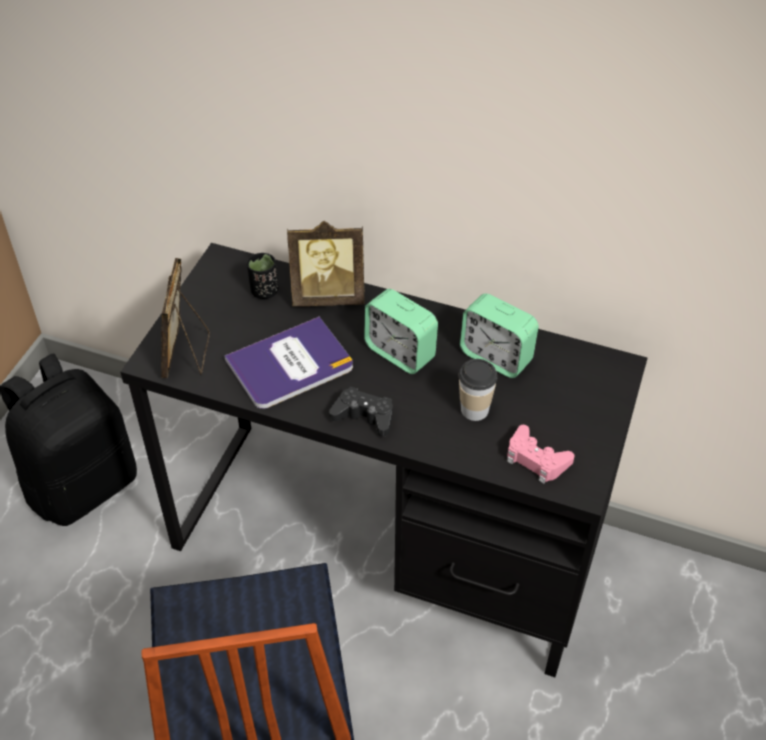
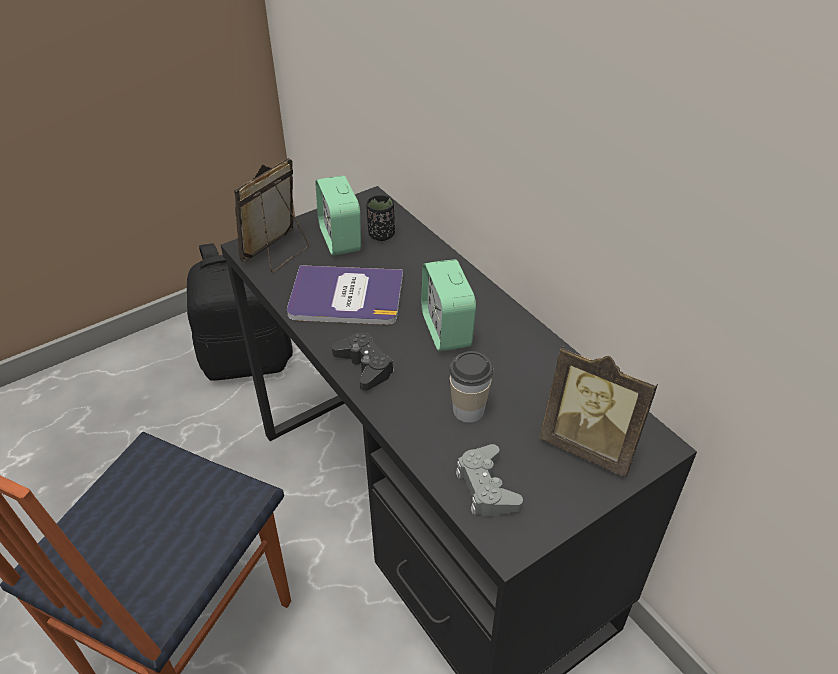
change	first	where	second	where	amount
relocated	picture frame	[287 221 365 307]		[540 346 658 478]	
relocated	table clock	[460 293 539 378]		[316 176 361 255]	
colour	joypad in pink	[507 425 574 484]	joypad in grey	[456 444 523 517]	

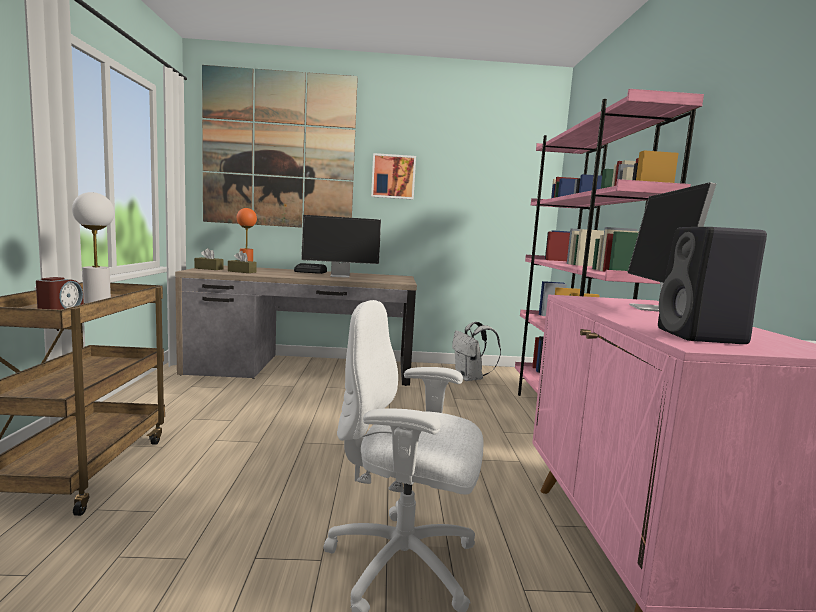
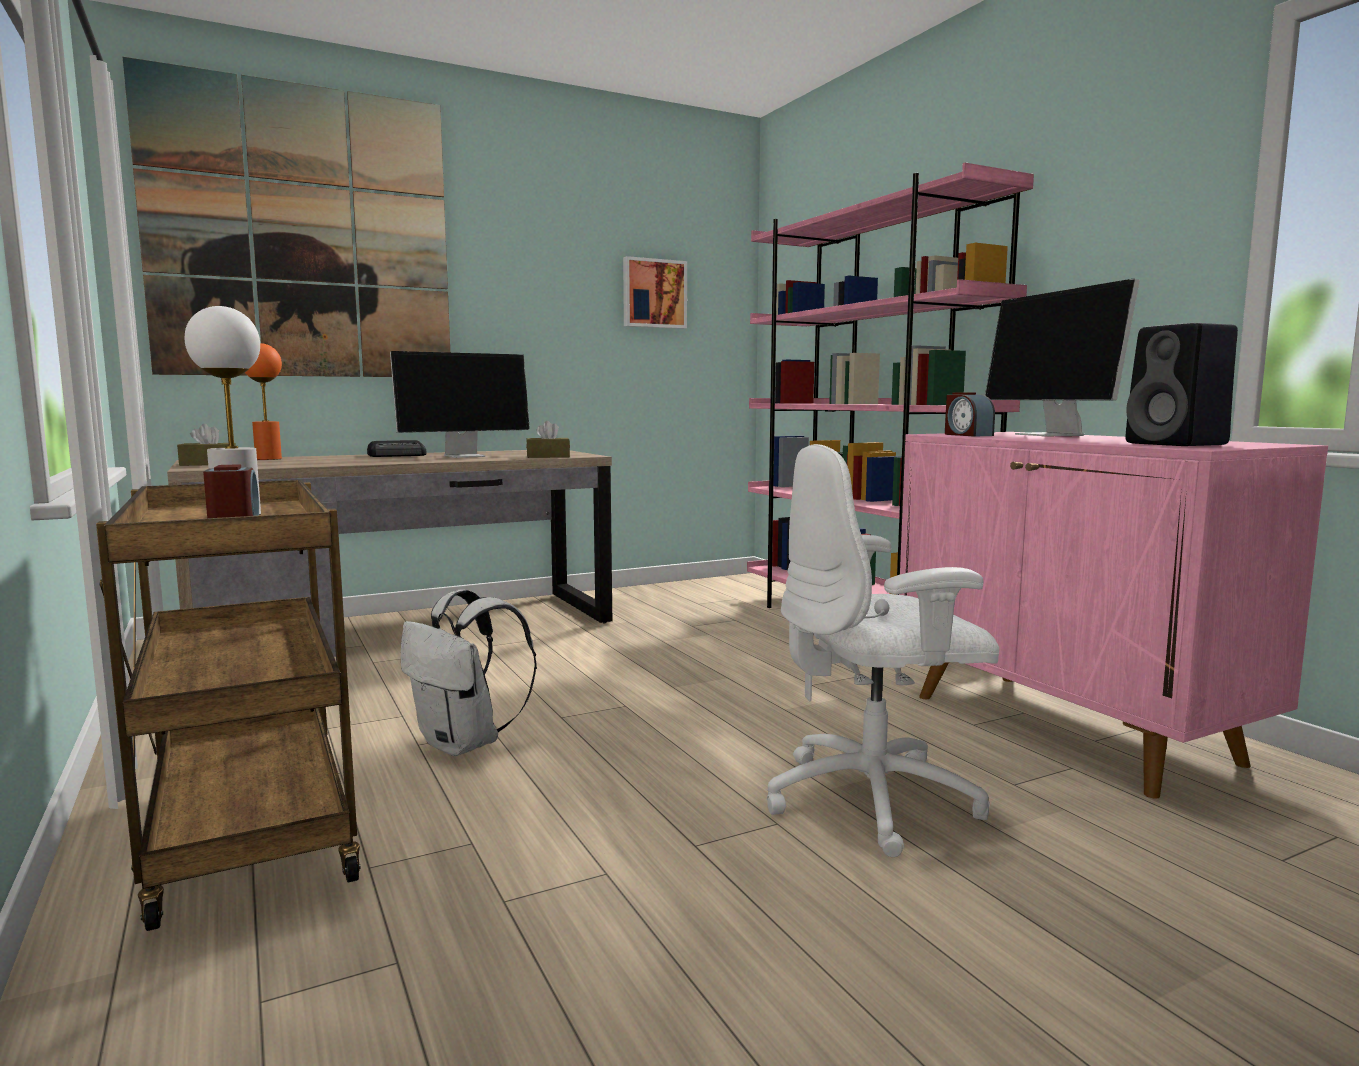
change	first	where	second	where	amount
relocated	box of tissues in brown	[228 251 257 273]		[526 421 570 458]	
relocated	picture	[371 153 416 200]		[623 256 687 329]	
relocated	rucksack in white-coloured	[452 322 501 381]		[401 589 537 756]	
appeared			table clock	[945 392 995 436]	

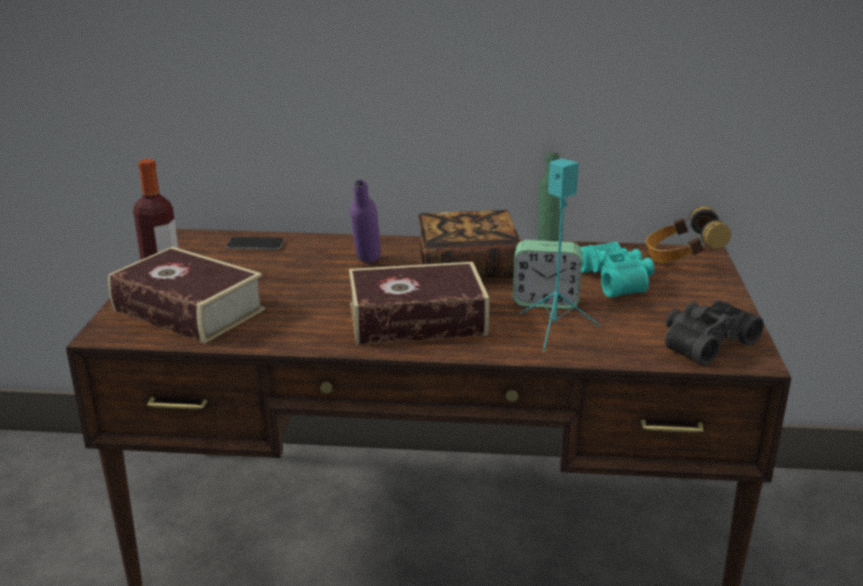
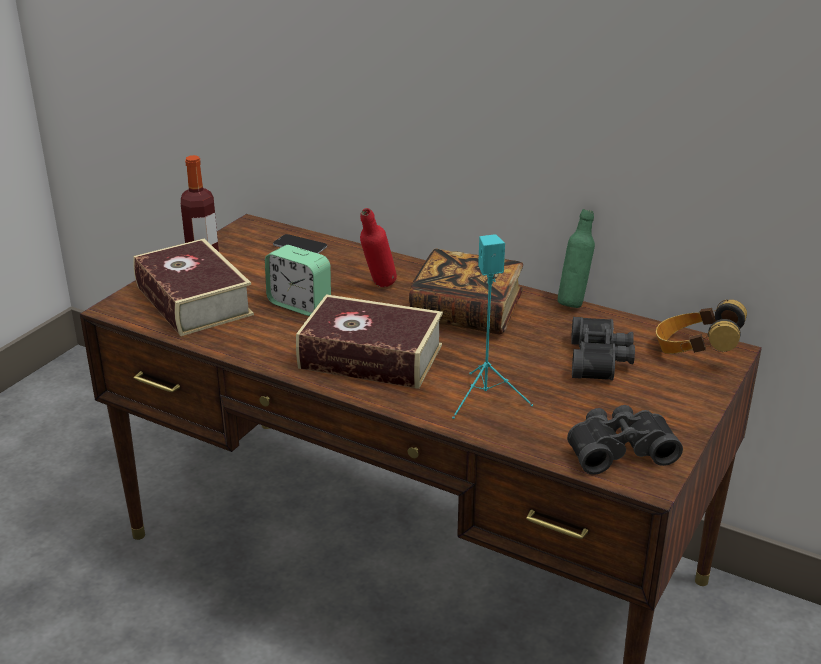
change	first	where	second	where	amount
colour	drink bottle in purplish	[350 180 381 263]	drink bottle in red-coloured	[360 208 397 287]	
relocated	table clock	[513 240 582 309]		[265 245 331 316]	
colour	pair of binoculars in turquoise	[580 242 654 298]	pair of binoculars in black	[571 317 635 381]	

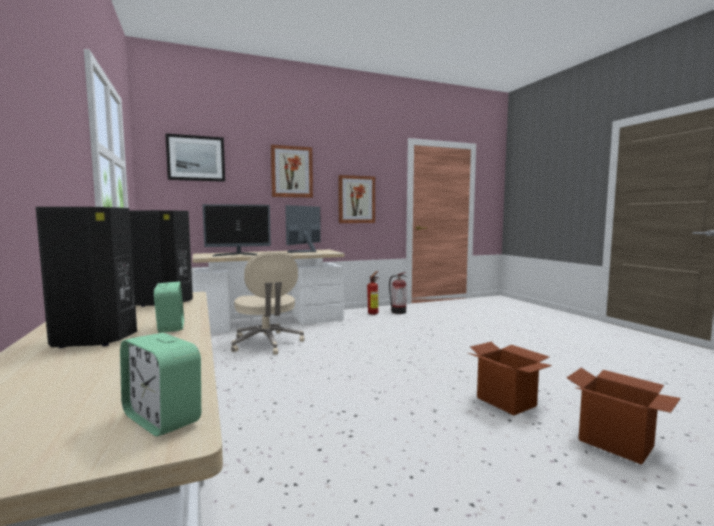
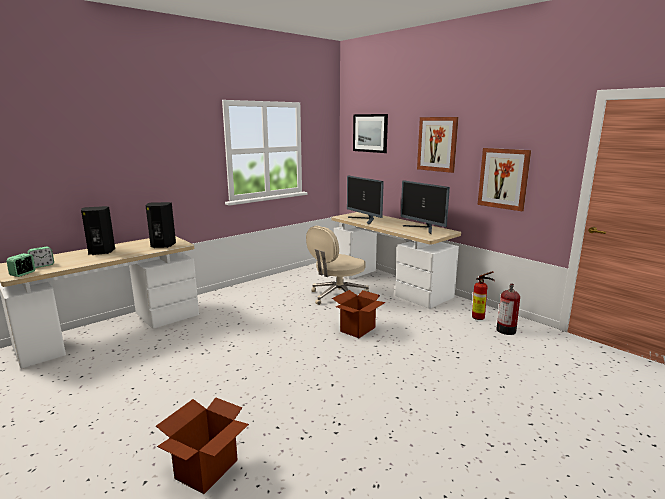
change	first	where	second	where	amount
relocated	table clock	[154 281 184 333]		[28 246 54 268]	
spun	computer screen	[285 205 321 253]		[401 180 450 234]	135 degrees counterclockwise
relocated	carton	[468 342 552 416]		[332 290 386 338]	

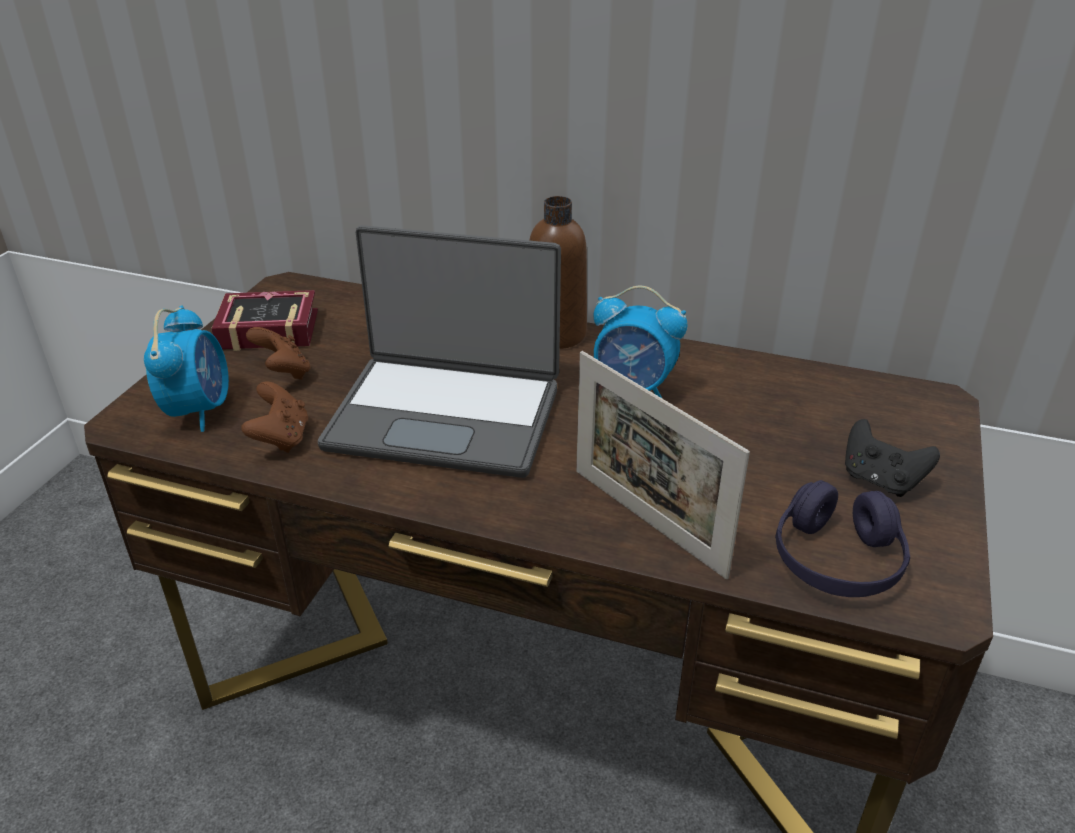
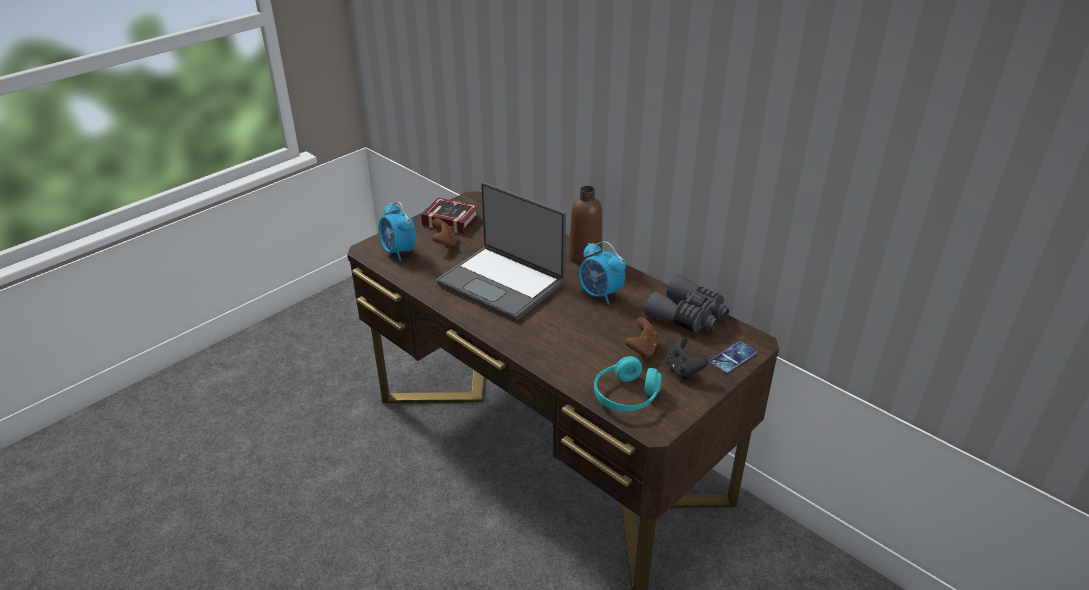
change	first	where	second	where	amount
spun	table clock	[144 306 229 432]		[379 202 416 261]	120 degrees clockwise
relocated	joypad in brown	[241 382 308 453]		[625 317 659 359]	
missing	picture frame	[576 351 750 579]			
colour	headphones in purplish	[775 480 910 597]	headphones in turquoise	[594 356 662 411]	
appeared			pair of binoculars in grey	[645 274 729 333]	
appeared			phone	[710 341 757 373]	

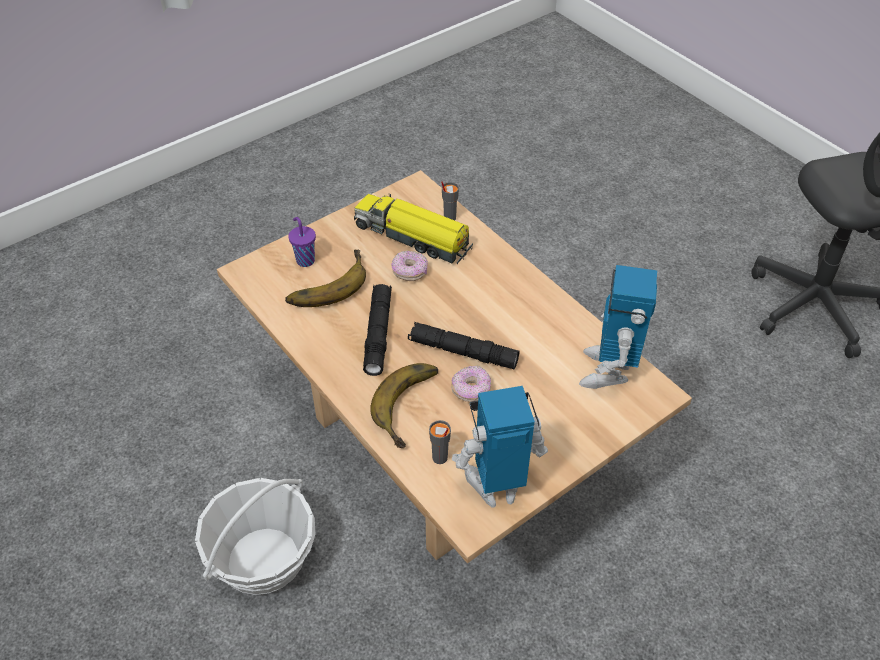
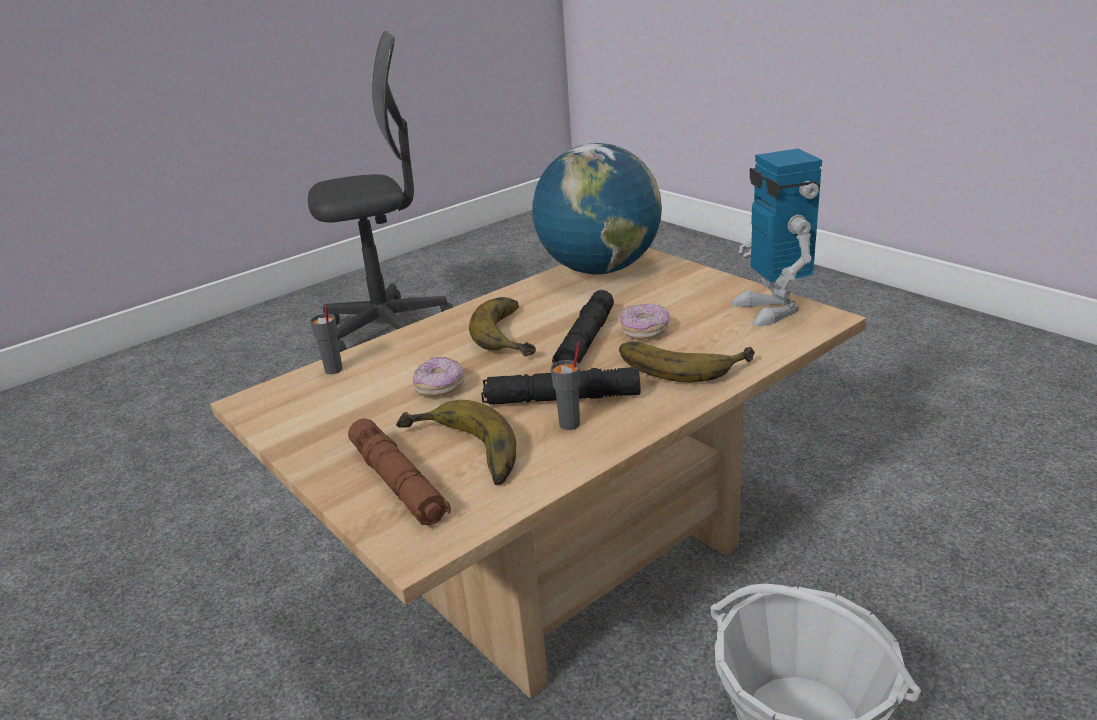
change	first	where	second	where	amount
exchanged	drinking cup in purplish	[288 217 316 267]	flashlight in brown	[348 418 451 526]	
missing	toy truck	[354 193 473 264]			
relocated	drinking cup in grey	[429 420 451 464]		[551 341 580 430]	
exchanged	model robot	[579 265 657 389]	world globe	[532 143 662 274]	
appeared			whole banana	[469 297 536 356]	

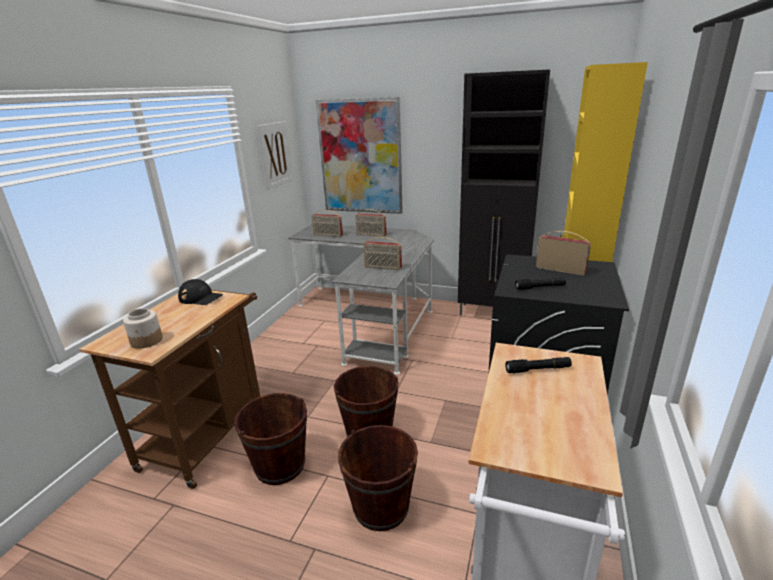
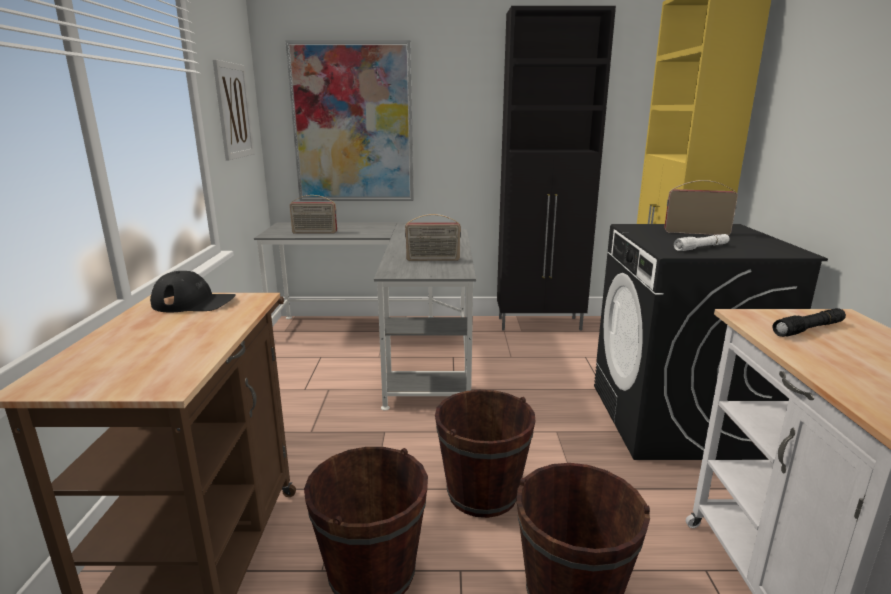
change	first	where	second	where	amount
missing	jar	[123 308 163 349]			
missing	radio receiver	[355 209 387 237]			
colour	flashlight in black	[515 278 566 290]	flashlight in white-coloured	[674 234 729 251]	

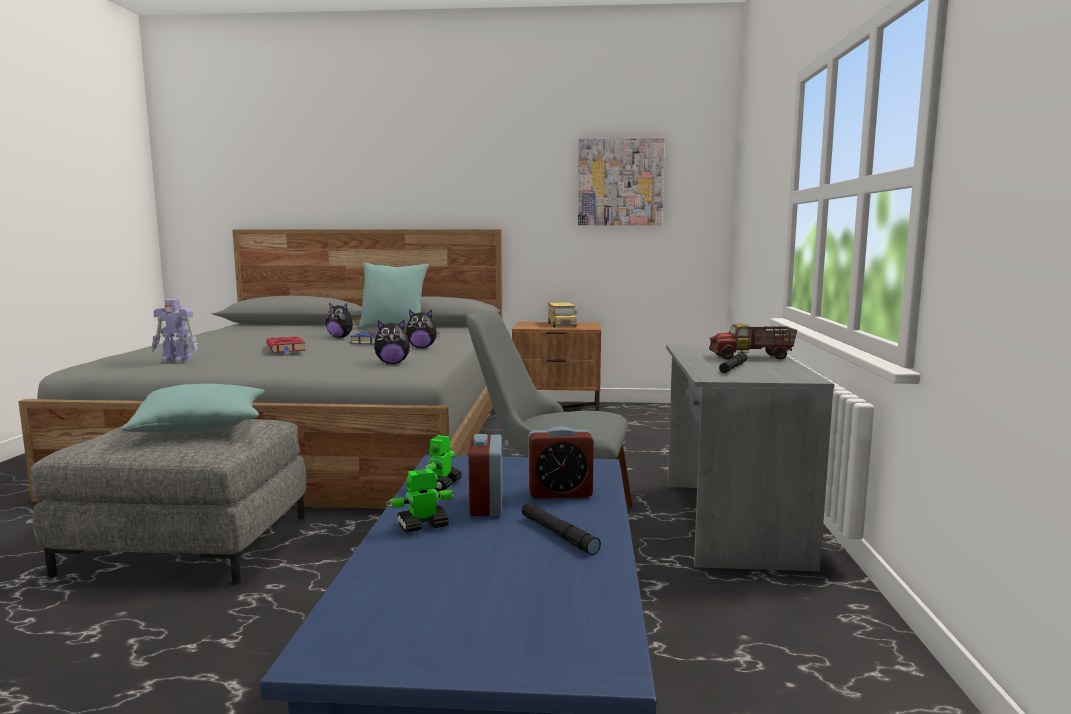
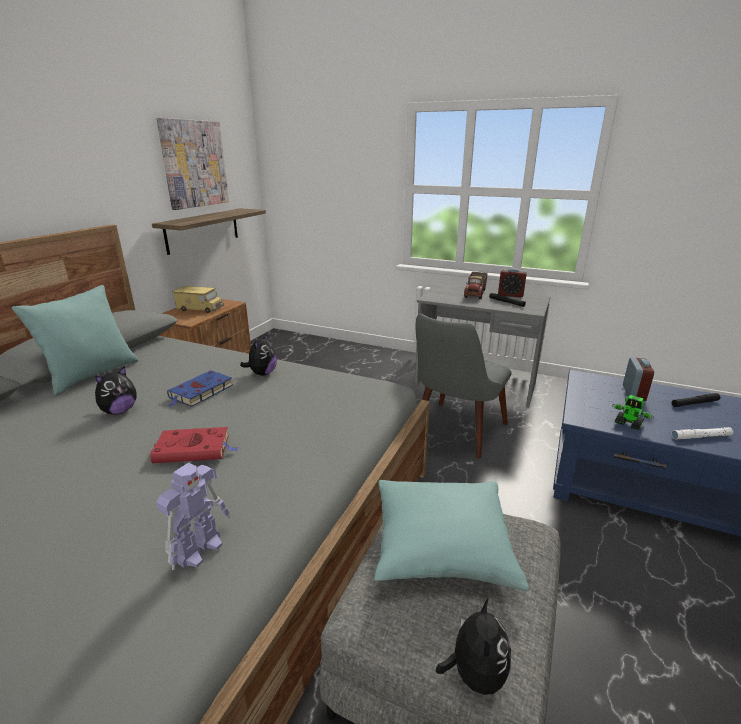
change	first	where	second	where	amount
relocated	soft toy	[374 320 413 364]		[436 599 511 695]	
exchanged	model robot	[386 468 456 533]	flashlight in white-coloured	[672 427 733 440]	
relocated	table clock	[468 434 502 516]		[498 268 527 297]	
appeared			shelf	[152 208 266 255]	

